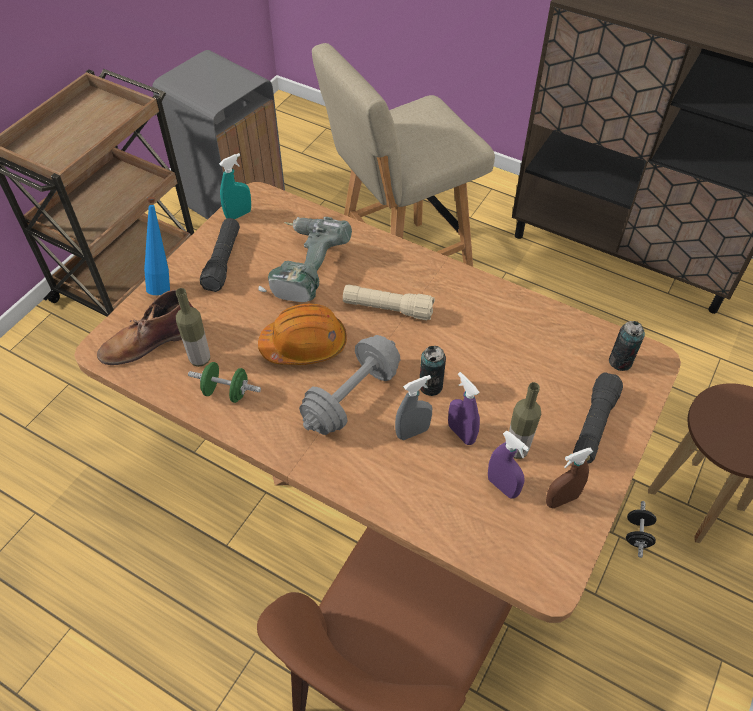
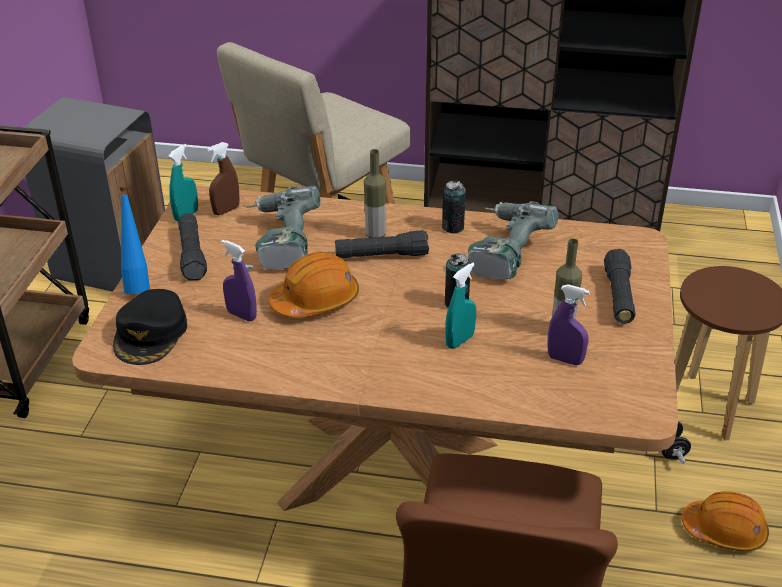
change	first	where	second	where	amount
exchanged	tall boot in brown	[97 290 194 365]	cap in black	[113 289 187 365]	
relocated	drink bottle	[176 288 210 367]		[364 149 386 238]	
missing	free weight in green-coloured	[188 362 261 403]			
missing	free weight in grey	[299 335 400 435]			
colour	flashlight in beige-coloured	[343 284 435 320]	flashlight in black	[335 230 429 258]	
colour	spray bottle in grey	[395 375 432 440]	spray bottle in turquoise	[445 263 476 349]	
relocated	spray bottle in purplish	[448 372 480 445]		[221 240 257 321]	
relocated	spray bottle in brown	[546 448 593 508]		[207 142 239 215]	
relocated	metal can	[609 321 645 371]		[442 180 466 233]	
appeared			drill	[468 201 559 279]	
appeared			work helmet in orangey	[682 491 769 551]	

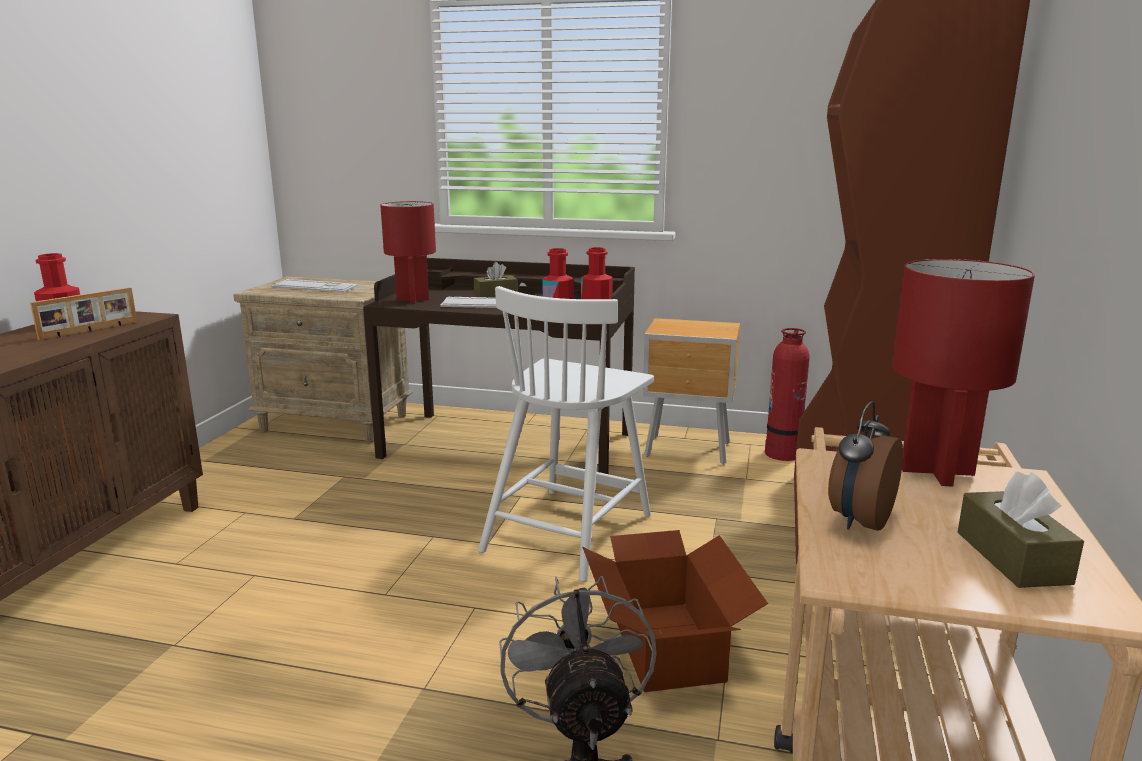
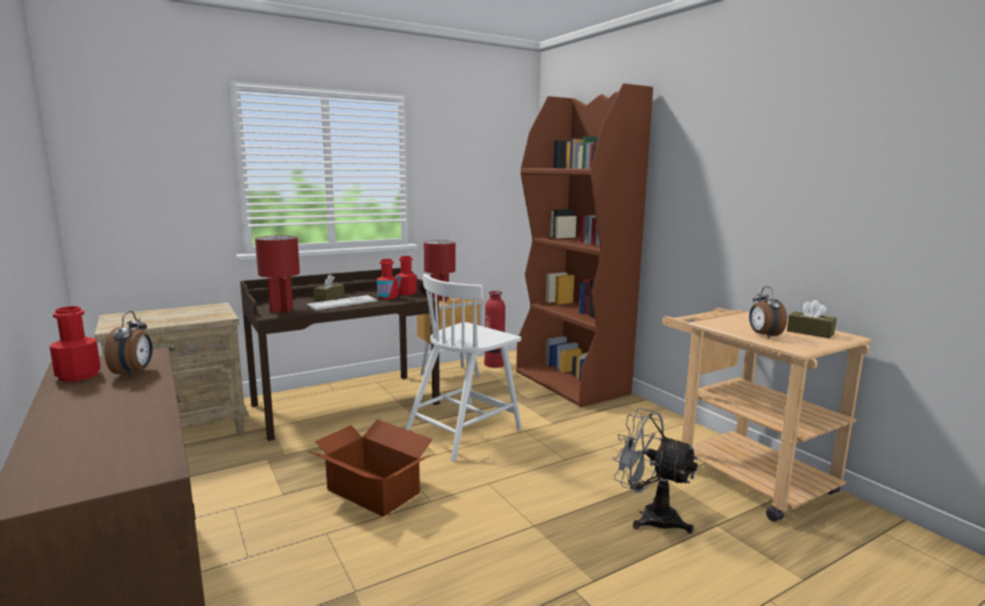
change	first	where	second	where	amount
exchanged	picture frame	[30 287 137 340]	table clock	[104 311 153 377]	
missing	PC keyboard	[271 279 358 292]			
spun	chair in white-coloured	[478 286 654 582]		[405 274 522 462]	60 degrees clockwise
relocated	carton	[582 530 768 692]		[307 419 433 517]	
relocated	tabletop lamp in red-coloured	[892 259 1035 487]		[424 240 456 302]	

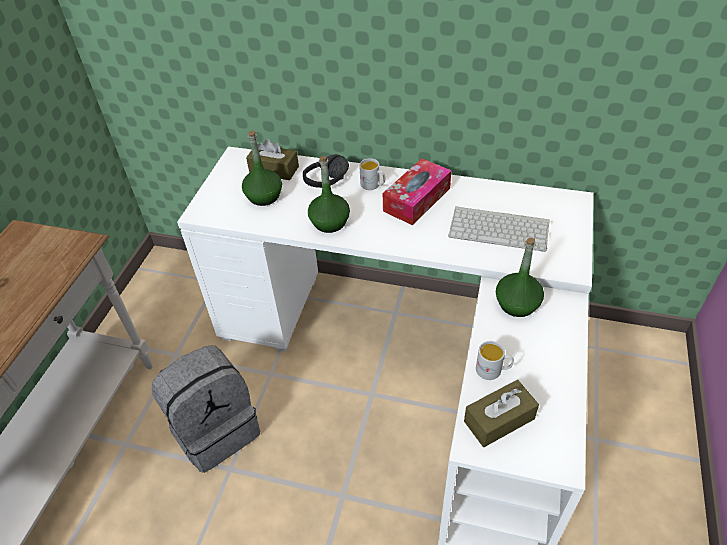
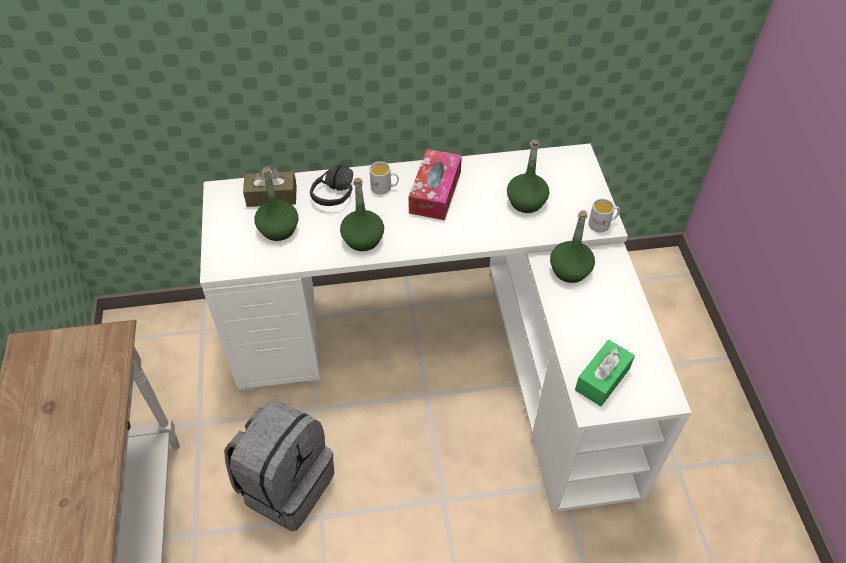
change	first	where	second	where	amount
exchanged	PC keyboard	[448 206 550 252]	drink bottle in green-coloured	[507 139 549 213]	
colour	box of tissues in brown	[464 380 539 447]	box of tissues in green-coloured	[575 340 635 407]	
relocated	mug in white-coloured	[476 341 514 380]		[588 198 620 232]	

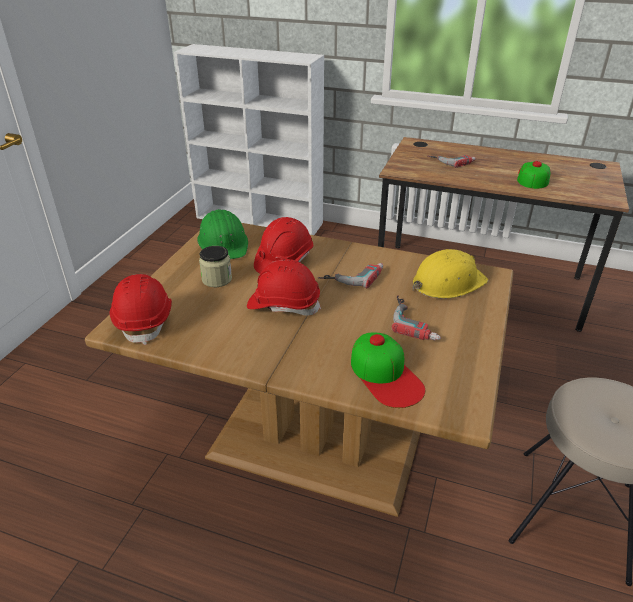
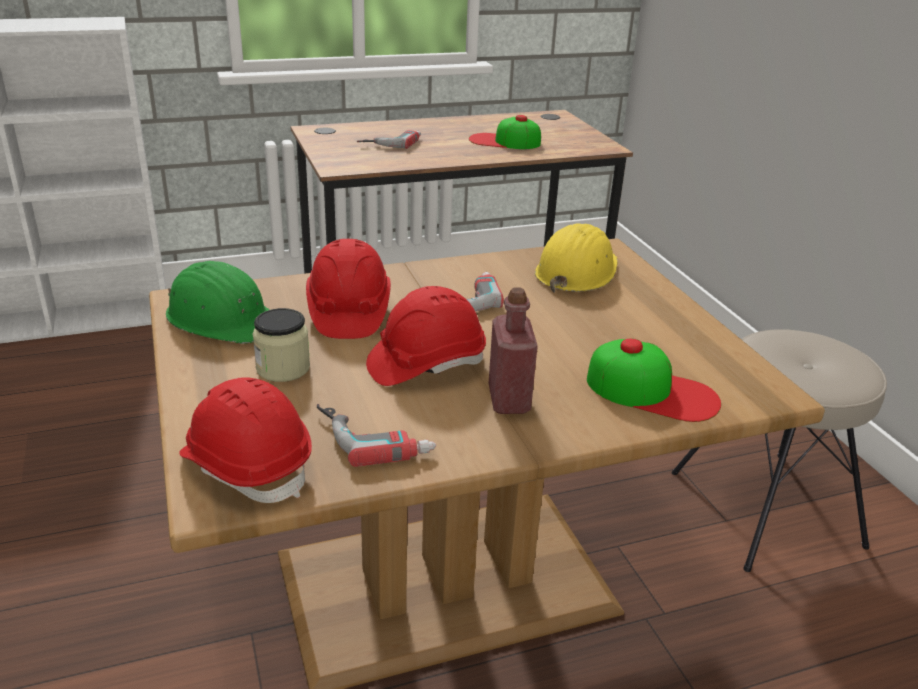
change	first	where	second	where	amount
relocated	drill	[392 295 441 341]		[317 404 436 467]	
spun	cap	[517 161 550 189]		[469 115 541 149]	60 degrees counterclockwise
appeared			drink bottle in red-coloured	[489 288 538 414]	

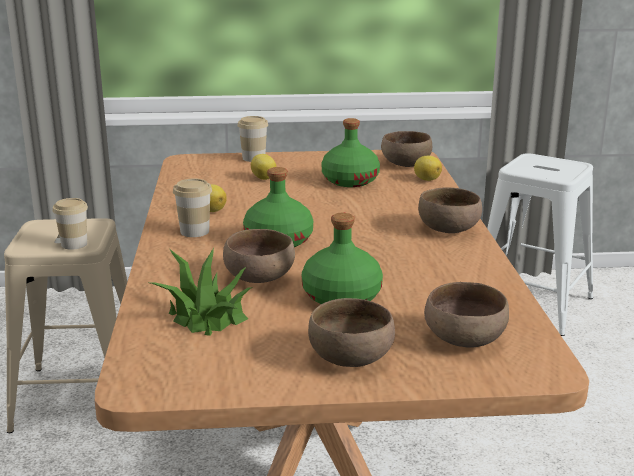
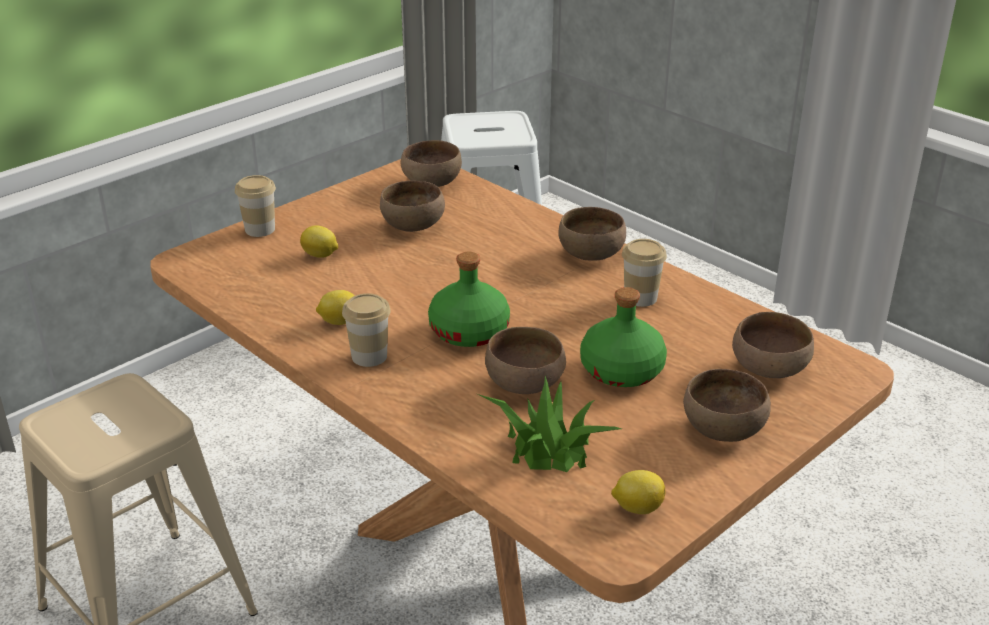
change	first	where	second	where	amount
relocated	drinking cup	[53 198 88 250]		[622 239 667 307]	
exchanged	drink bottle in green-coloured	[321 118 380 187]	bowl in brown	[380 181 445 232]	
relocated	citrus fruit	[414 156 442 181]		[611 470 665 514]	

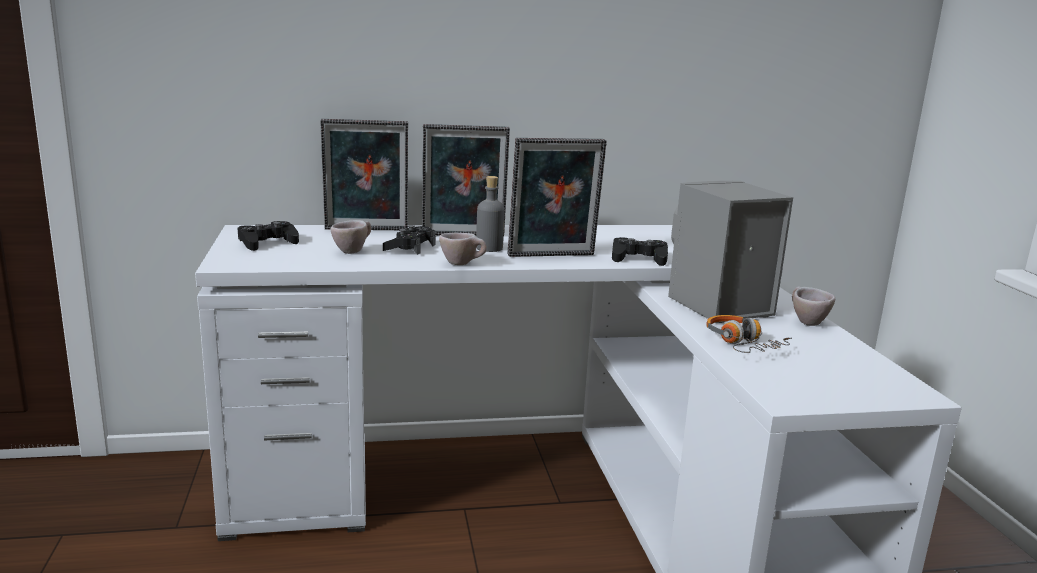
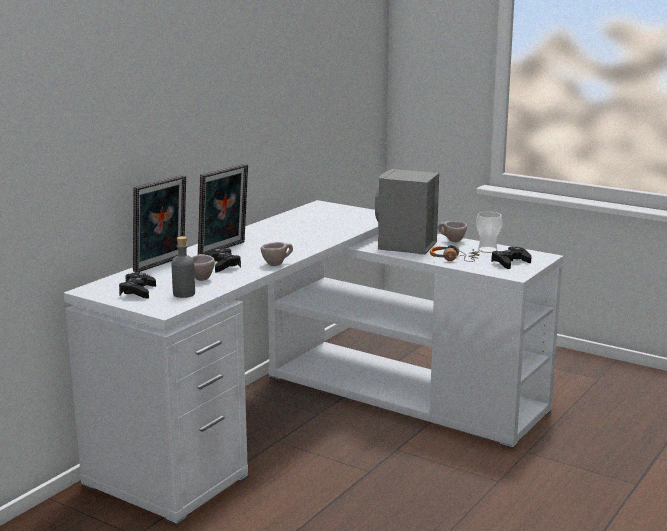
change	first	where	second	where	amount
relocated	drink bottle in grey	[476 176 505 252]		[172 236 195 298]	
missing	picture frame	[508 138 607 257]			
relocated	joypad in black	[612 237 668 266]		[491 247 532 269]	
appeared			drinking cup	[476 212 503 253]	

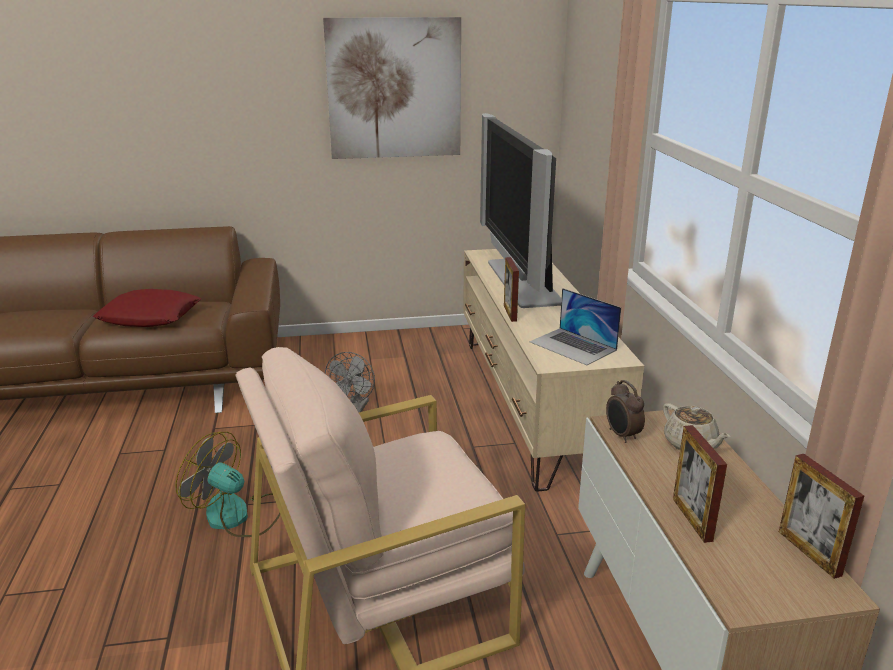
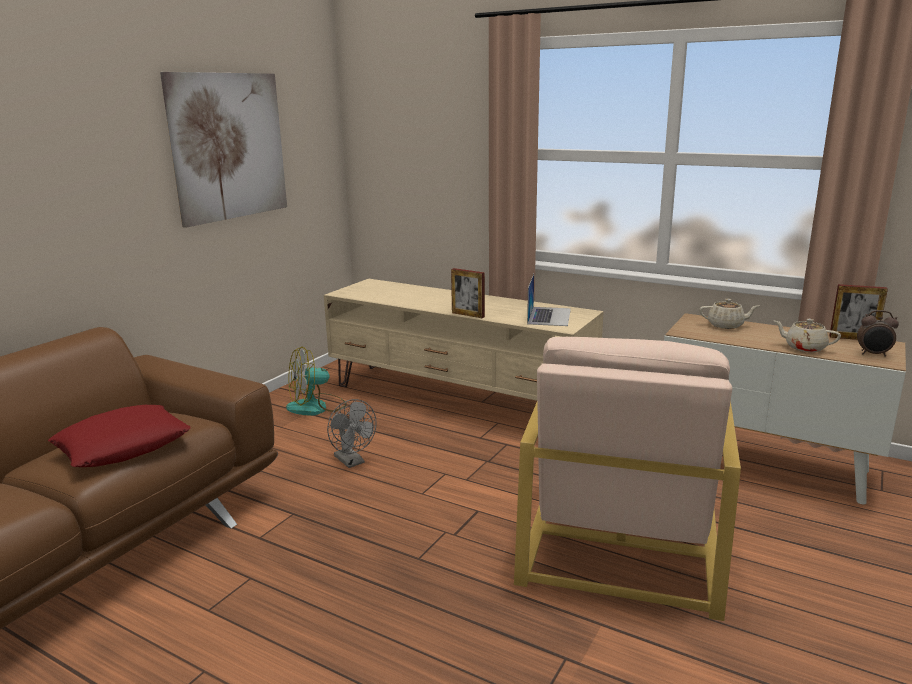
change	first	where	second	where	amount
relocated	cooling fan	[175 431 280 537]		[286 347 347 416]	
missing	TV set	[480 113 562 308]			
spun	laptop	[529 288 621 365]		[527 274 571 326]	75 degrees counterclockwise
relocated	table clock	[606 380 645 443]		[857 310 899 357]	
exchanged	picture frame	[673 425 727 543]	pot for tea in beige-coloured	[774 319 841 352]	

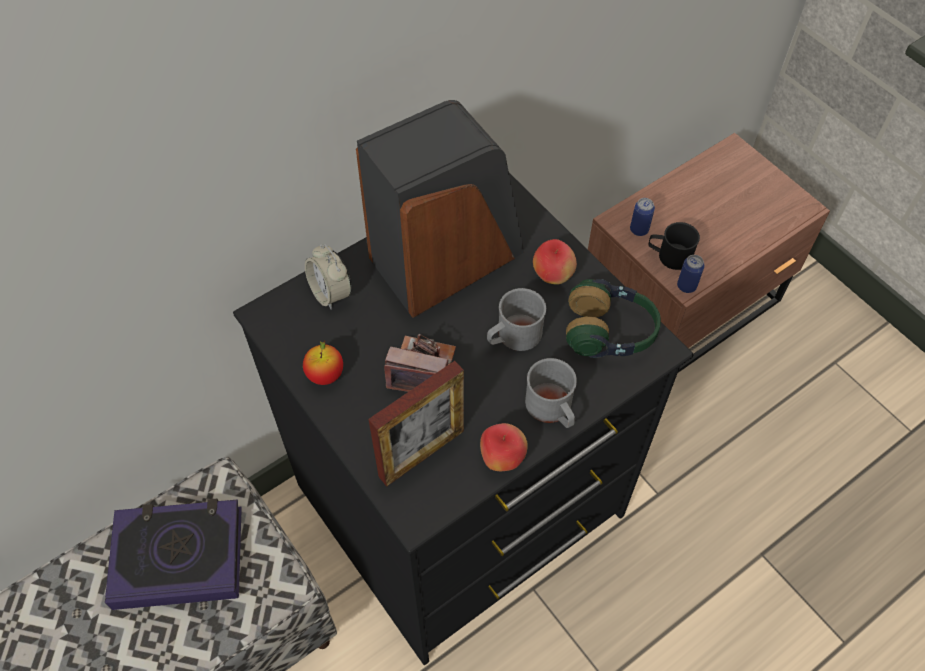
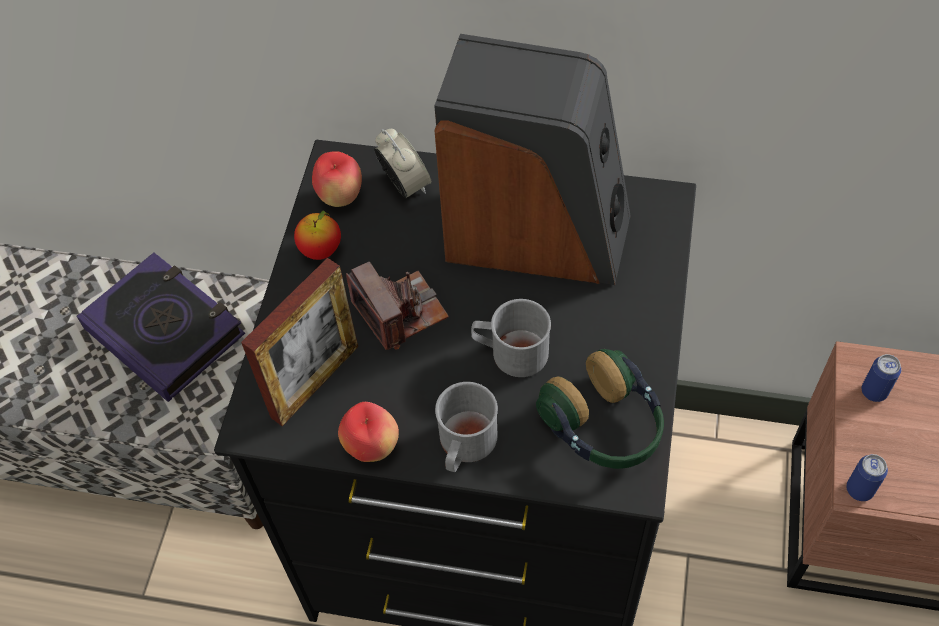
change	first	where	second	where	amount
spun	table clock	[305 244 352 310]		[374 129 432 198]	135 degrees clockwise
spun	picture frame	[368 361 464 487]		[241 258 358 426]	60 degrees counterclockwise
relocated	apple fruit	[533 239 577 285]		[312 151 362 207]	
missing	mug in black	[648 222 700 270]			

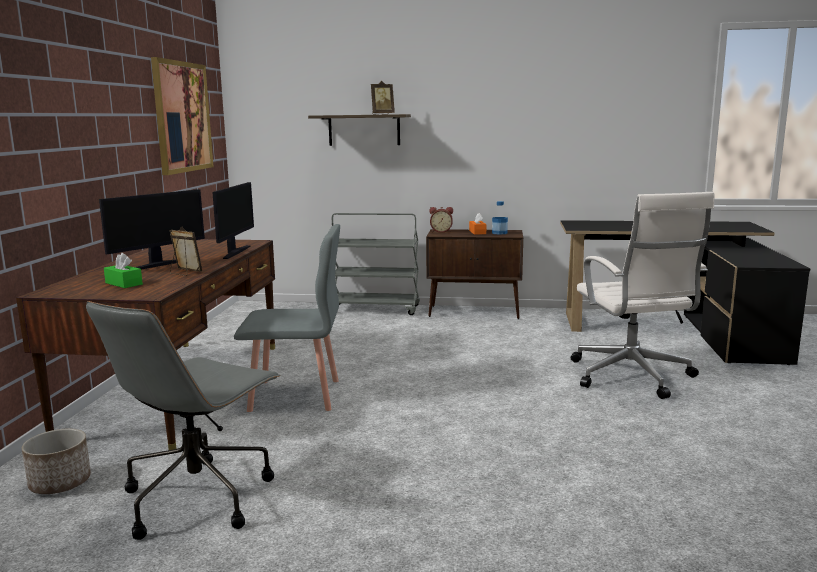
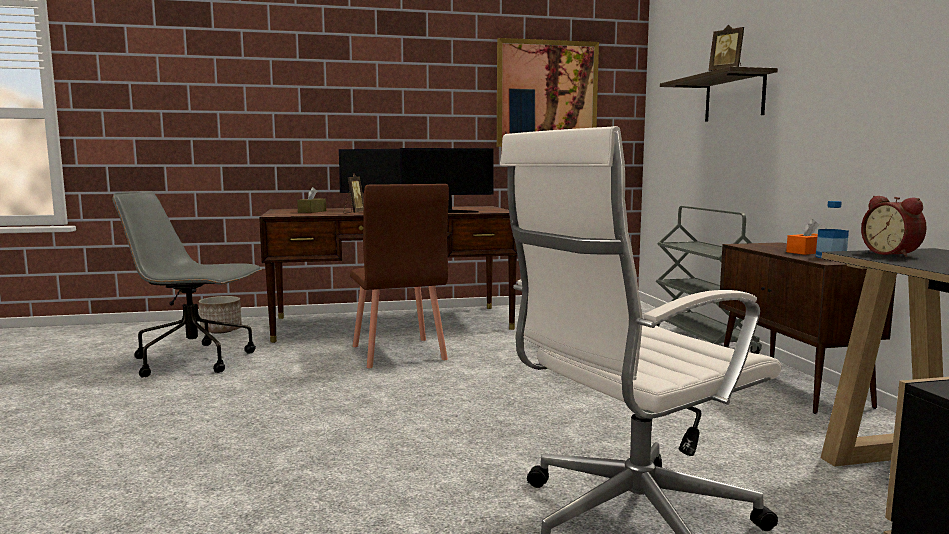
change	first	where	second	where	amount
colour	box of tissues in green-coloured	[104 253 143 288]	box of tissues in brown	[297 187 326 213]	
colour	chair in grey	[234 224 340 412]	chair in brown	[350 184 449 368]	
relocated	table clock	[429 207 453 233]		[861 196 927 257]	

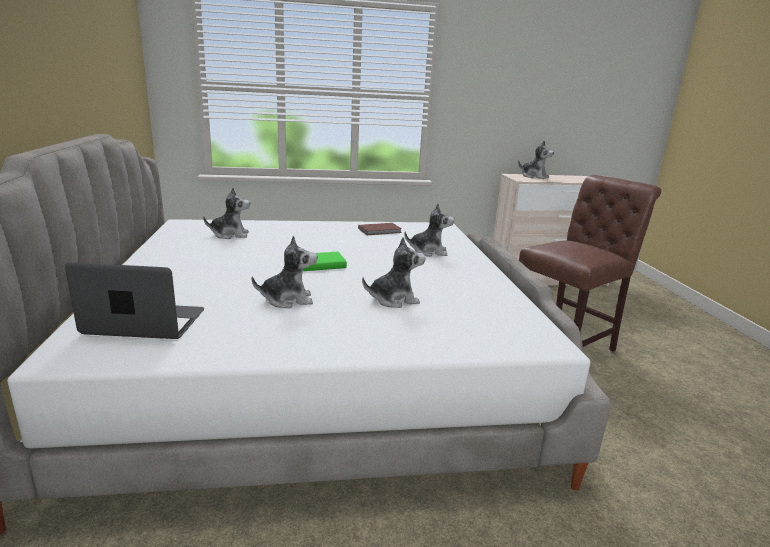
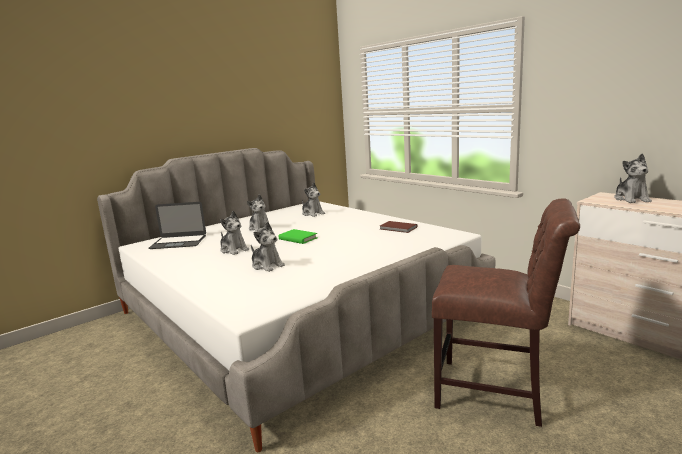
change	first	where	second	where	amount
spun	laptop	[65 262 204 339]		[148 202 206 249]	120 degrees clockwise
relocated	soft toy	[404 203 454 257]		[247 194 269 232]	

